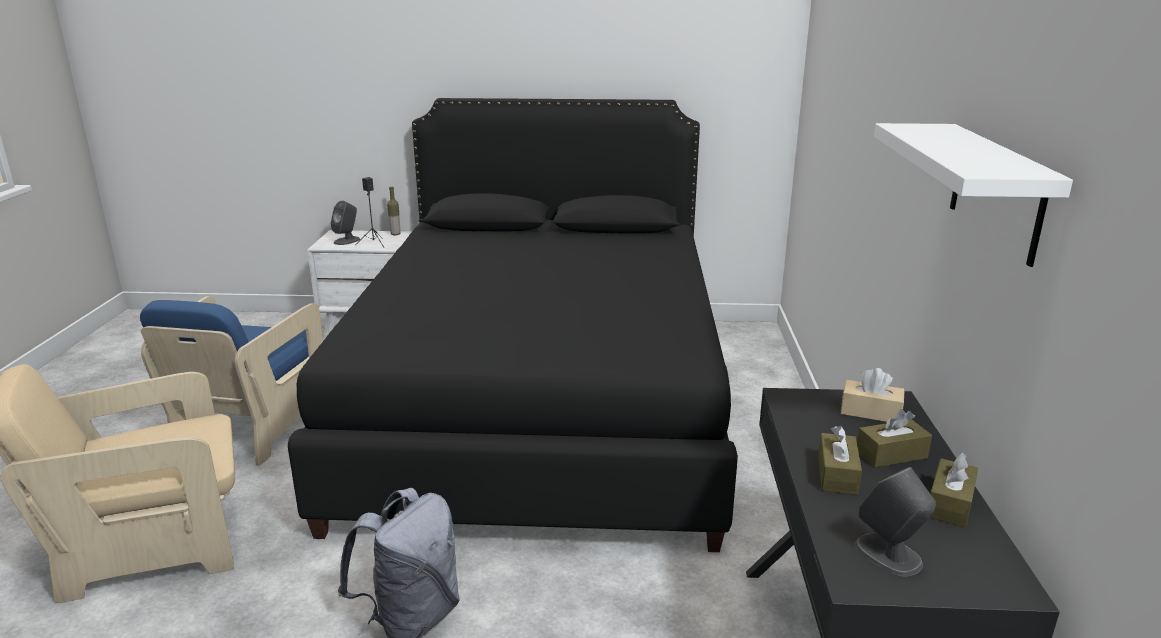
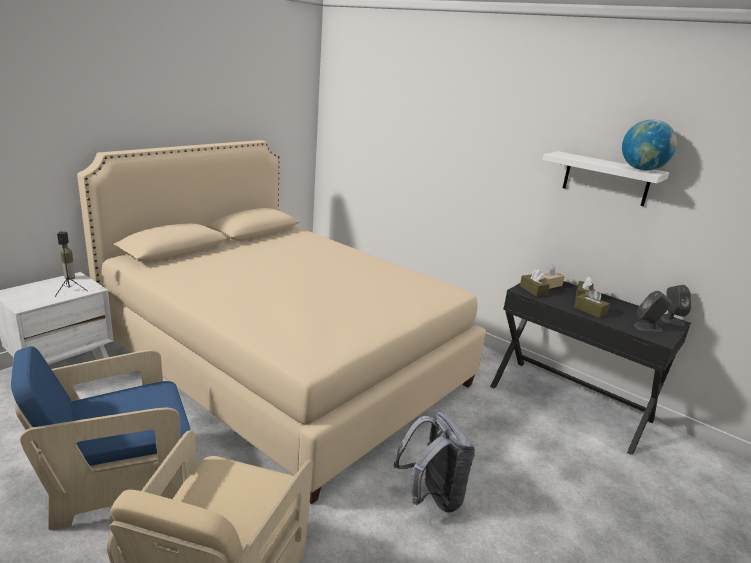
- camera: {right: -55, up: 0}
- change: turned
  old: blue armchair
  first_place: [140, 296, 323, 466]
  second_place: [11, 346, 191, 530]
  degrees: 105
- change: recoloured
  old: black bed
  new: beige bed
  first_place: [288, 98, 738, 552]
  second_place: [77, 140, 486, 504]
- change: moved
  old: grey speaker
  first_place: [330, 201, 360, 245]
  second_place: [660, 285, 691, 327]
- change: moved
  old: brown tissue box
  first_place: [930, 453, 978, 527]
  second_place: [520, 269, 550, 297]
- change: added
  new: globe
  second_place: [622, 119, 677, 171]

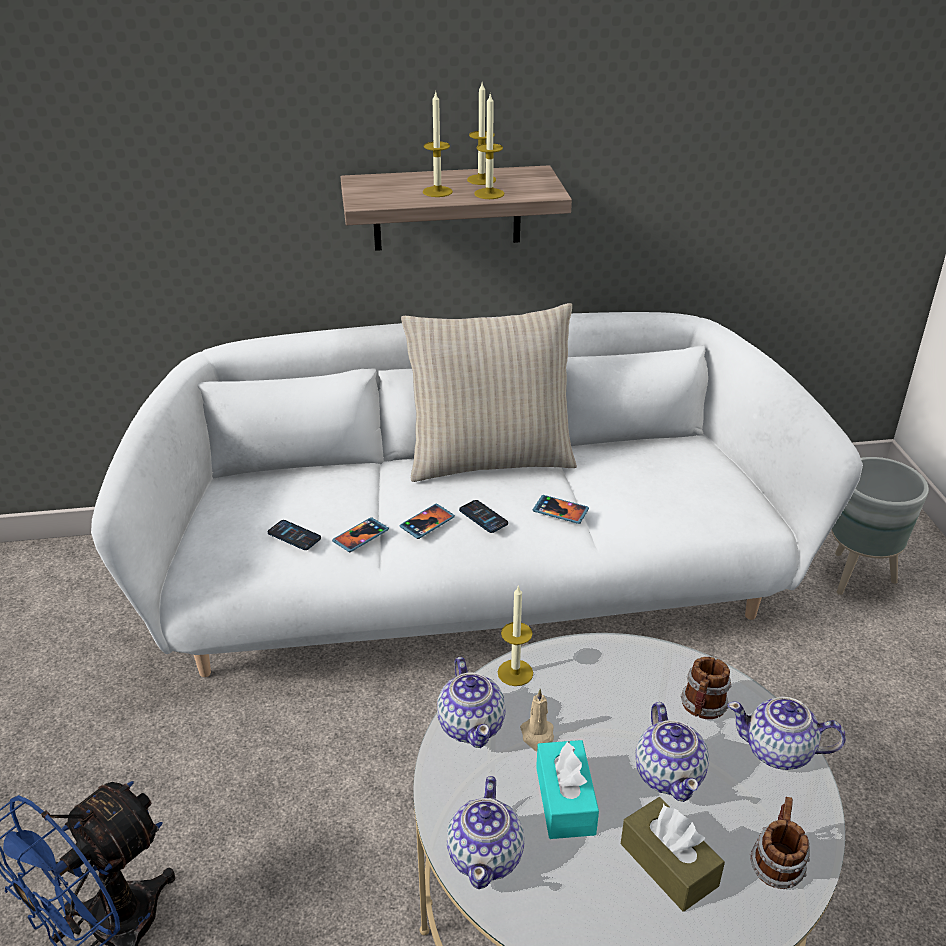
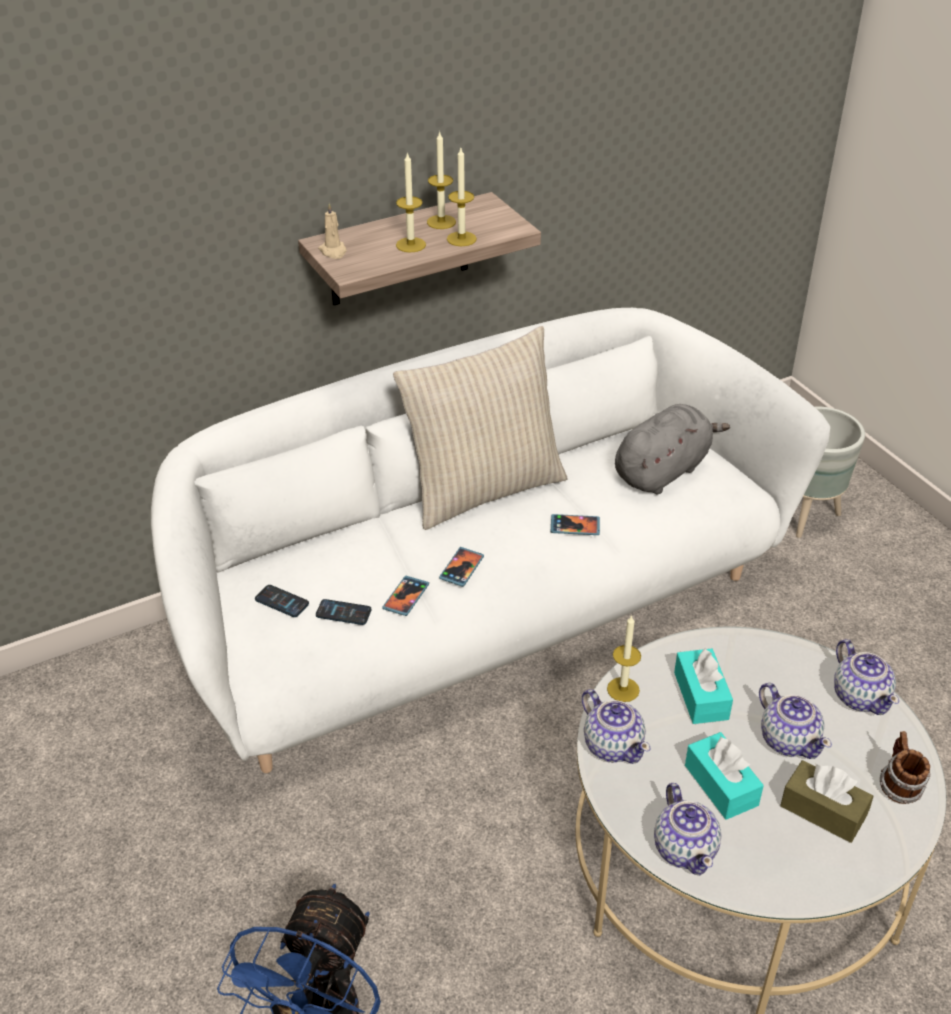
- camera: {right: -20, up: 5}
- change: moved
  old: phone
  first_place: [459, 500, 508, 533]
  second_place: [255, 585, 309, 617]
- change: moved
  old: beige candle
  first_place: [520, 689, 554, 751]
  second_place: [318, 203, 347, 259]
- change: removed
  old: mug
  first_place: [680, 657, 732, 719]
- change: turned
  old: teapot
  first_place: [727, 697, 846, 770]
  second_place: [834, 639, 899, 715]
  degrees: -105
- change: added
  new: grey plush toy
  second_place: [615, 404, 730, 494]
- change: added
  new: turquoise tissue box
  second_place: [674, 648, 733, 724]

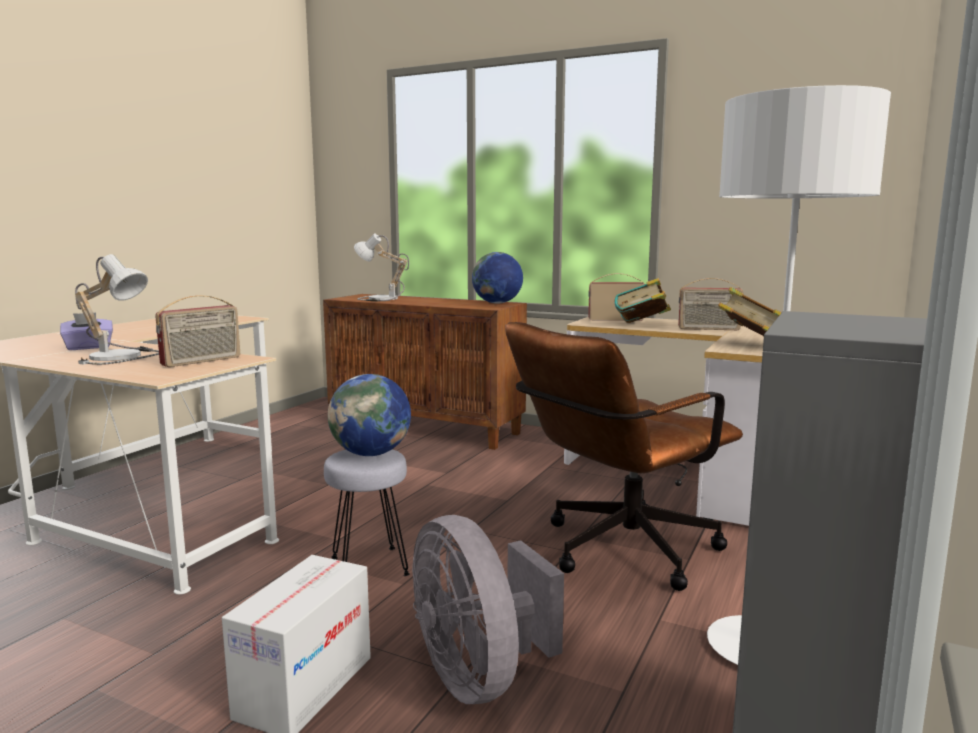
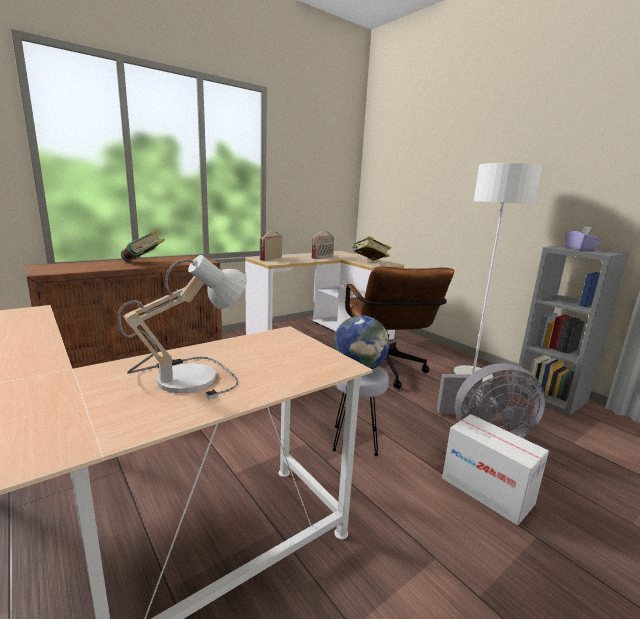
- camera: {right: -65, up: 5}
- change: moved
  old: purple tissue box
  first_place: [60, 313, 113, 350]
  second_place: [565, 226, 601, 251]
- change: removed
  old: radio
  first_place: [155, 295, 240, 367]
- change: removed
  old: table lamp
  first_place: [354, 233, 409, 301]
- change: removed
  old: globe
  first_place: [472, 252, 523, 304]
- change: moved
  old: book
  first_place: [615, 278, 671, 323]
  second_place: [121, 229, 165, 262]

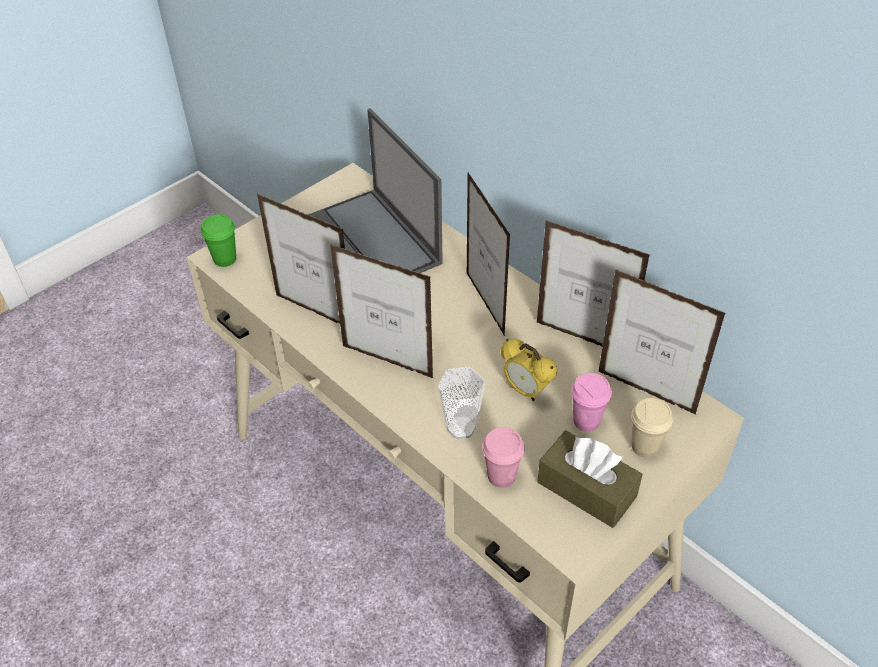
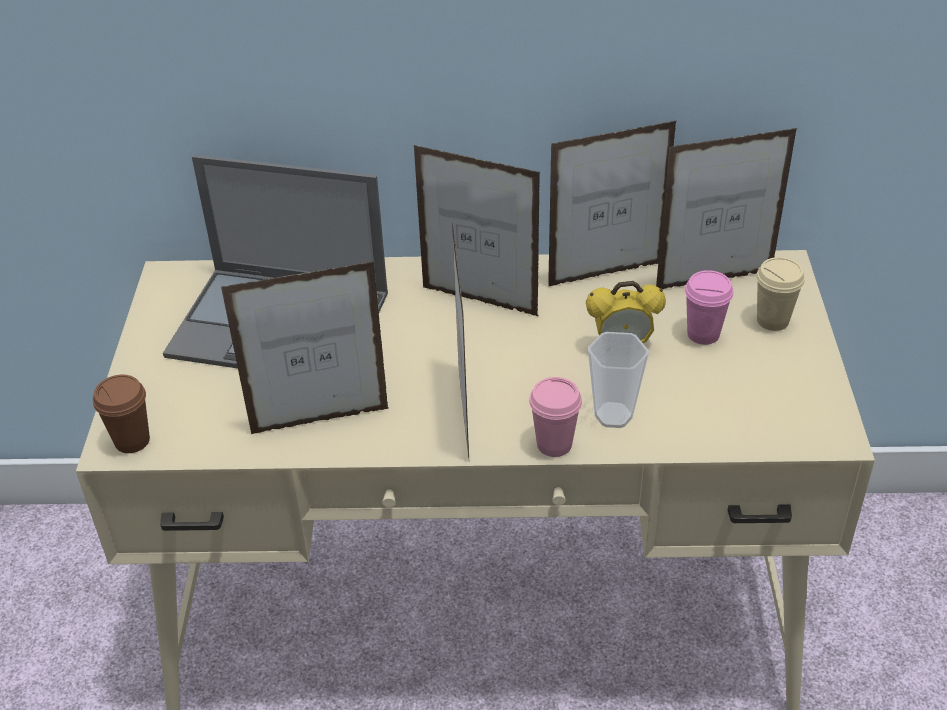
- camera: {right: -45, up: -5}
- change: recoloured
  old: green cup
  new: brown cup
  first_place: [201, 214, 236, 267]
  second_place: [93, 375, 150, 453]
- change: turned
  old: picture frame
  first_place: [330, 244, 434, 379]
  second_place: [452, 223, 469, 457]
  degrees: -75
- change: moved
  old: pink cup
  first_place: [482, 427, 525, 488]
  second_place: [529, 377, 582, 457]
- change: removed
  old: brown tissue box
  first_place: [537, 430, 643, 528]

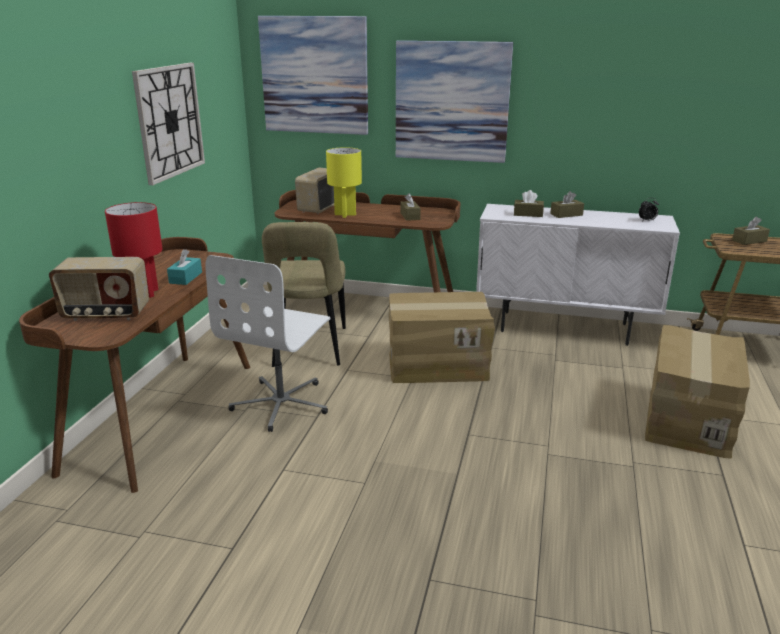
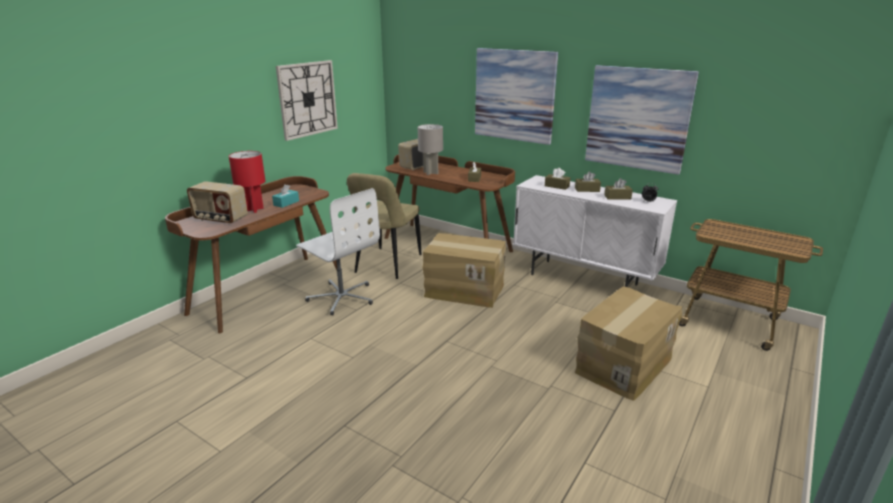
- camera: {right: 20, up: 0}
- change: turned
  old: white office chair
  first_place: [205, 255, 331, 432]
  second_place: [296, 188, 380, 315]
  degrees: -90
- change: moved
  old: picture
  first_place: [258, 16, 368, 135]
  second_place: [585, 65, 699, 175]
- change: recoloured
  old: yellow table lamp
  new: grey table lamp
  first_place: [326, 147, 362, 218]
  second_place: [418, 124, 443, 175]
- change: moved
  old: brown tissue box
  first_place: [732, 217, 770, 245]
  second_place: [604, 178, 633, 200]

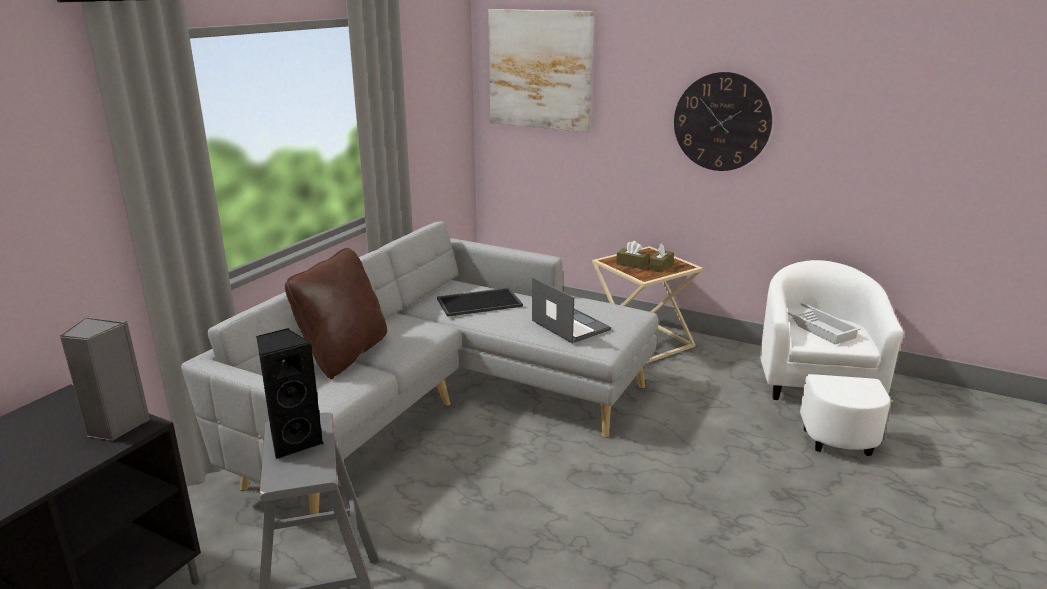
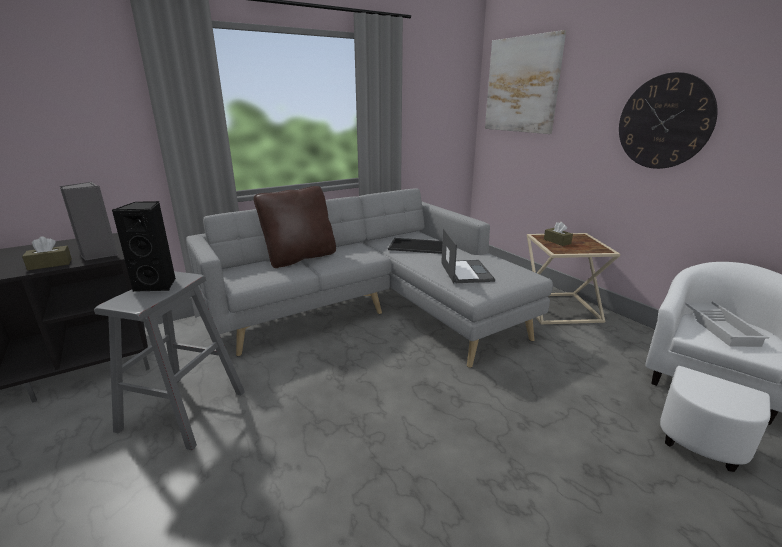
- camera: {right: 30, up: 0}
- change: moved
  old: brown tissue box
  first_place: [648, 243, 674, 272]
  second_place: [22, 236, 72, 270]

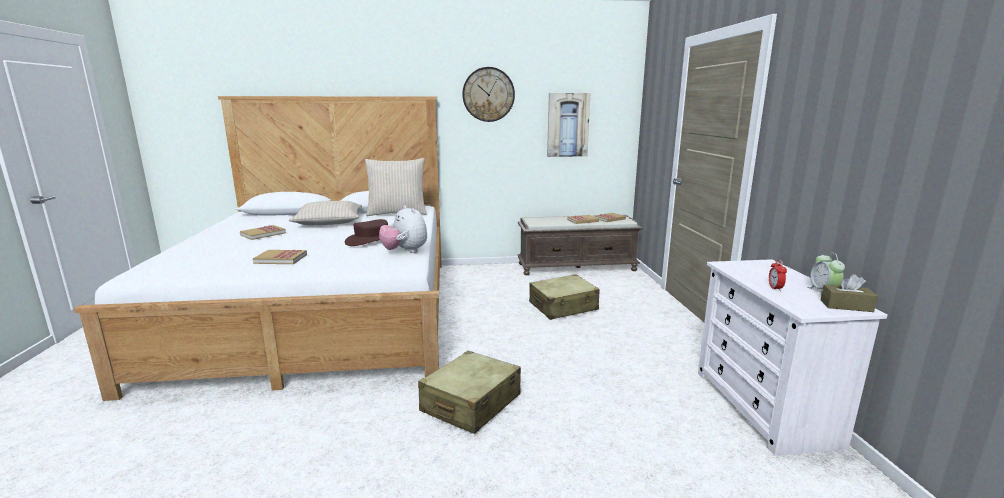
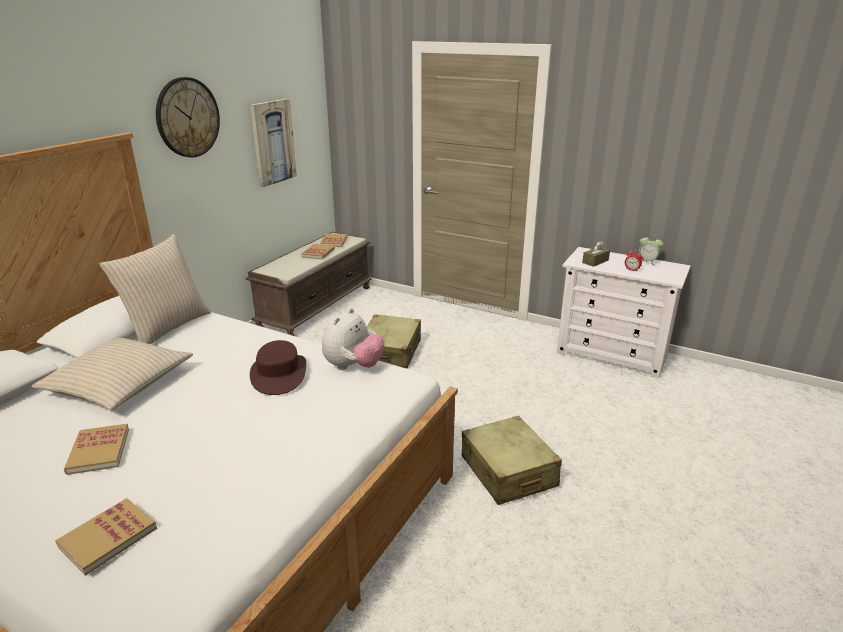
- camera: {right: -55, up: 10}
- change: moved
  old: book
  first_place: [253, 250, 307, 264]
  second_place: [55, 498, 157, 576]
- change: turned
  old: plush toy
  first_place: [379, 205, 427, 253]
  second_place: [322, 308, 384, 370]
  degrees: -60
- change: moved
  old: brown tissue box
  first_place: [821, 274, 878, 312]
  second_place: [582, 241, 610, 267]

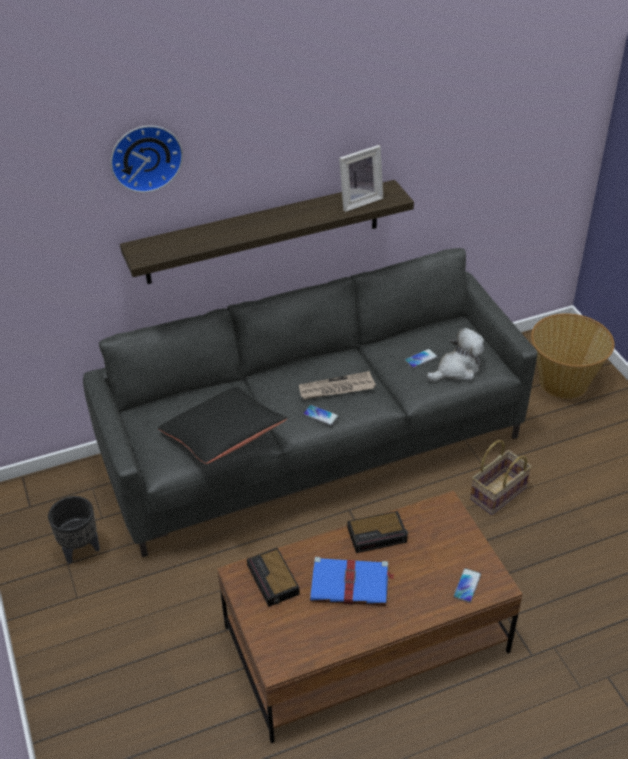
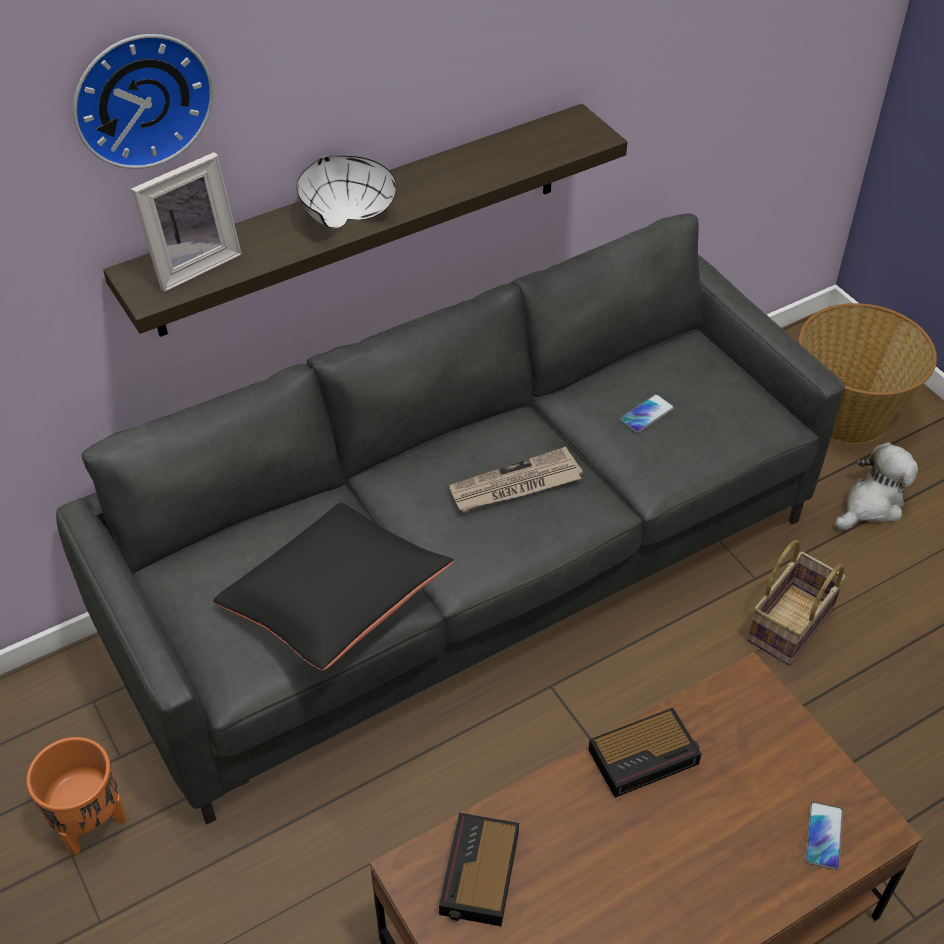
- camera: {right: -10, up: 5}
- change: recoloured
  old: black planter
  new: orange planter
  first_place: [48, 496, 100, 564]
  second_place: [26, 737, 126, 856]
- change: turned
  old: alarm clock
  first_place: [247, 548, 300, 607]
  second_place: [439, 813, 519, 927]
  degrees: 45
- change: removed
  old: phone
  first_place: [303, 405, 339, 426]
- change: removed
  old: blue book
  first_place: [310, 557, 395, 606]
- change: moved
  old: picture frame
  first_place: [339, 145, 383, 212]
  second_place: [131, 152, 242, 292]
- change: moved
  old: plush toy
  first_place: [427, 328, 484, 382]
  second_place: [835, 443, 918, 530]
- change: added
  new: white bowl
  second_place: [297, 156, 396, 229]

